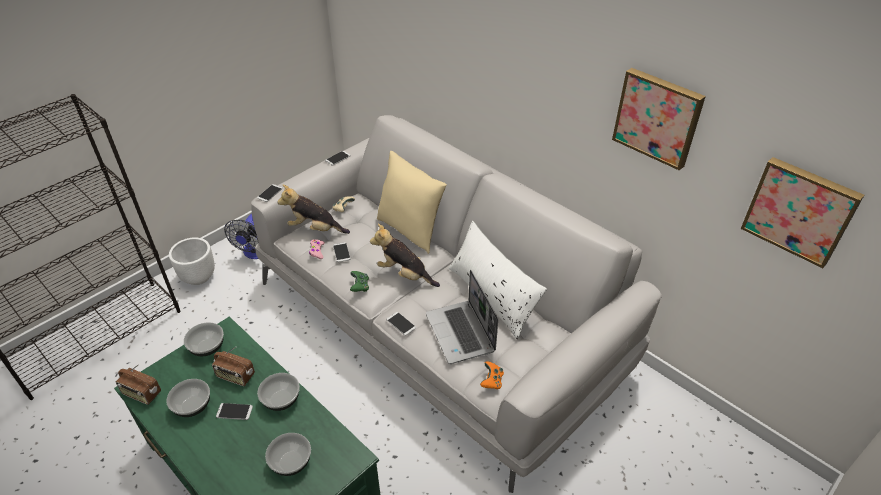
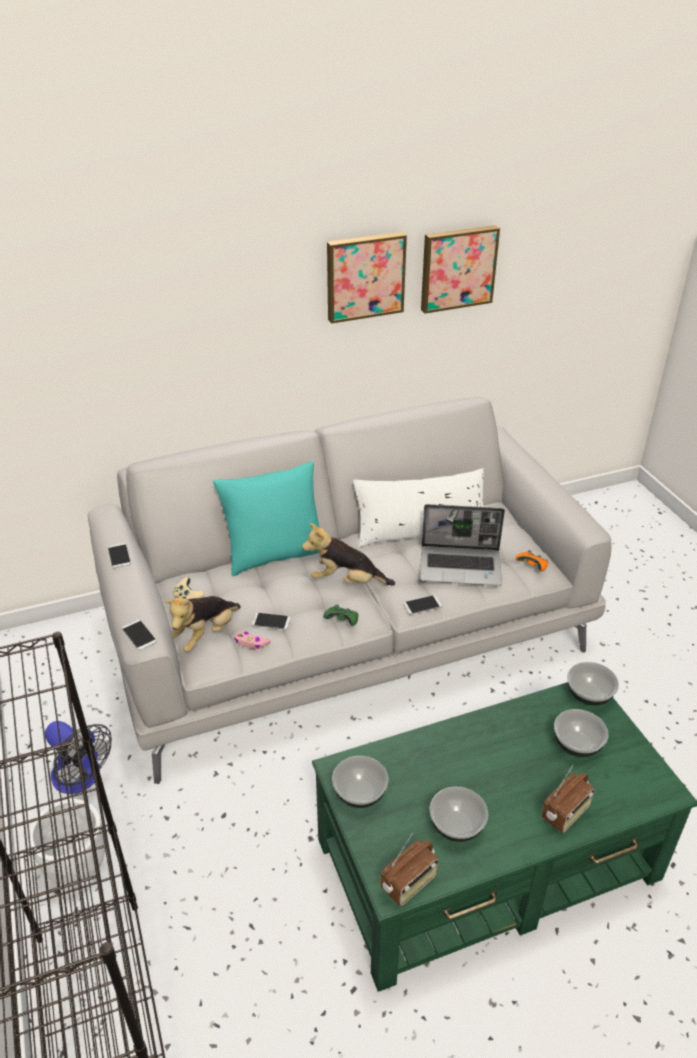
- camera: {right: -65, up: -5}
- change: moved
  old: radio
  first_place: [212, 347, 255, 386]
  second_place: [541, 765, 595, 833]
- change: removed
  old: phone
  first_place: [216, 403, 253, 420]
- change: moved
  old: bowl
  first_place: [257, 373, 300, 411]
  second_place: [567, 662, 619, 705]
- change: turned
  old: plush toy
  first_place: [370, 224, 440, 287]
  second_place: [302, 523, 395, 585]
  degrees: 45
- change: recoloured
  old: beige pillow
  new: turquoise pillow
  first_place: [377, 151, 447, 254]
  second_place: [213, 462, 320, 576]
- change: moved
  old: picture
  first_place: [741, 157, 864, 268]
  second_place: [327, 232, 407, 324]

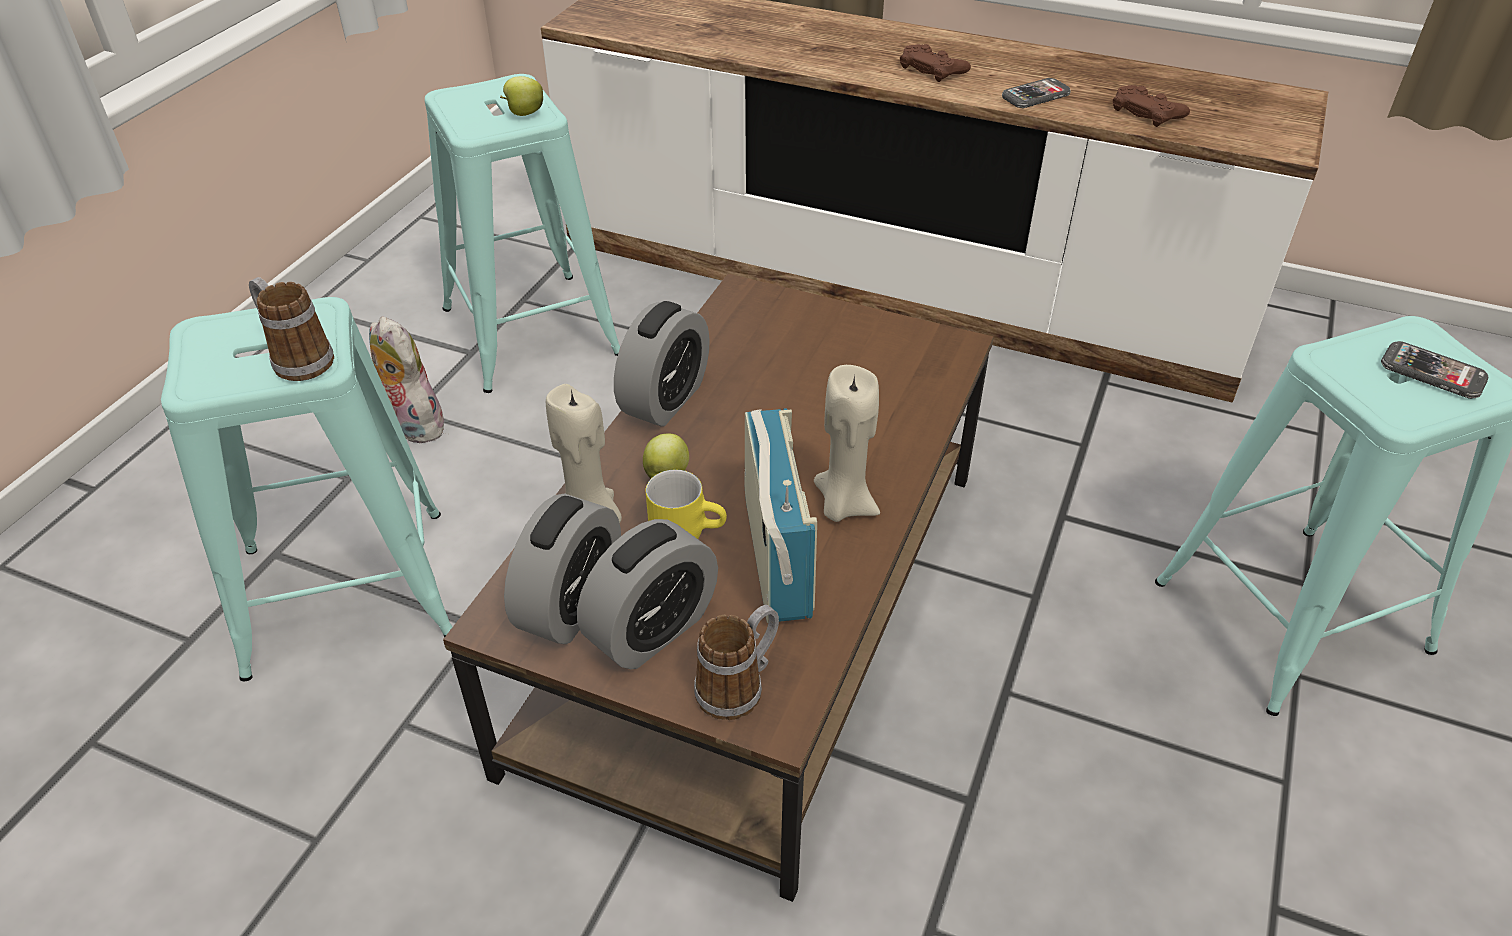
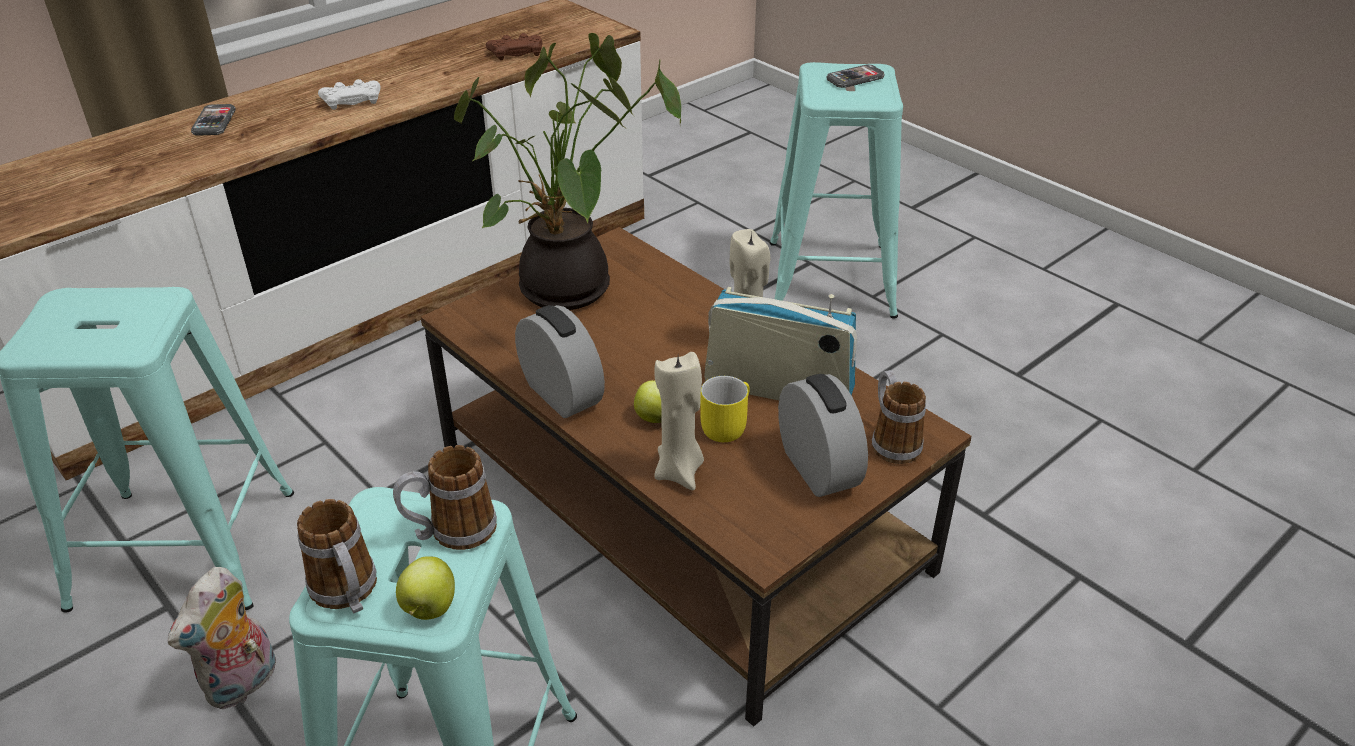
- camera: {right: -65, up: -5}
- change: turned
  old: plush toy
  first_place: [369, 317, 444, 443]
  second_place: [168, 567, 276, 709]
  degrees: -45
- change: moved
  old: apple
  first_place: [500, 76, 543, 116]
  second_place: [396, 556, 455, 620]
- change: removed
  old: alarm clock
  first_place: [504, 494, 621, 644]
- change: recoloured
  old: brown game controller
  new: white game controller
  first_place: [900, 44, 971, 82]
  second_place: [318, 79, 381, 110]
- change: moved
  old: phone
  first_place: [1002, 78, 1070, 108]
  second_place: [191, 104, 236, 136]
- change: added
  new: mug
  second_place: [297, 499, 377, 613]
- change: added
  new: potted plant
  second_place: [454, 33, 681, 310]

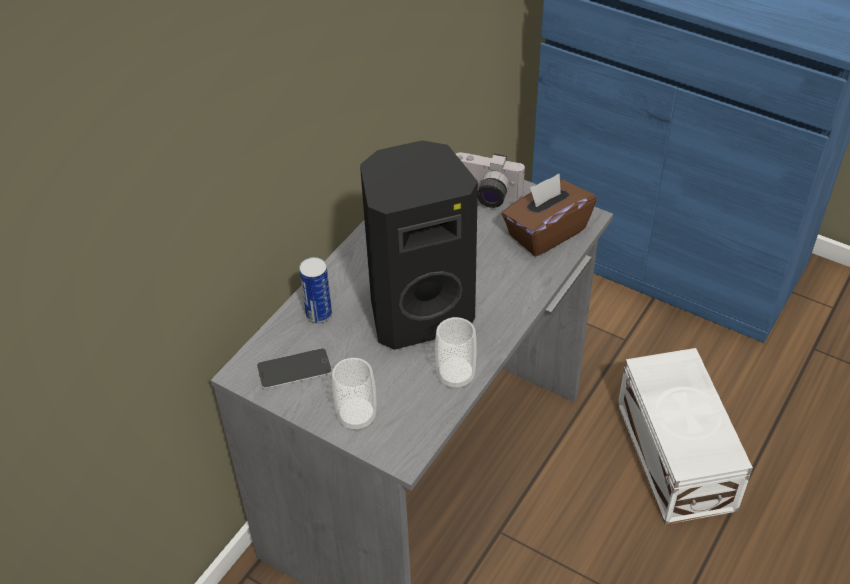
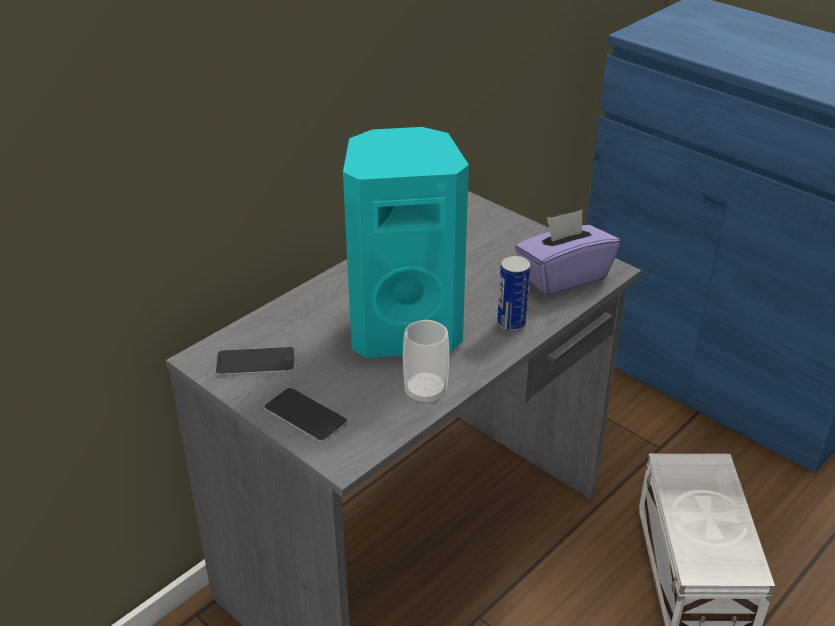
- camera: {right: 10, up: -10}
- change: moved
  old: can
  first_place: [299, 257, 332, 324]
  second_place: [497, 255, 531, 333]
- change: replaced
  old: cup
  new: phone
  first_place: [332, 358, 376, 431]
  second_place: [264, 388, 348, 443]
- change: recoloured
  old: black speaker
  new: turquoise speaker
  first_place: [360, 140, 478, 350]
  second_place: [343, 127, 469, 358]
- change: removed
  old: photo camera
  first_place: [456, 152, 525, 208]
- change: recoloured
  old: brown tissue box
  new: purple tissue box
  first_place: [502, 174, 597, 256]
  second_place: [515, 210, 620, 296]

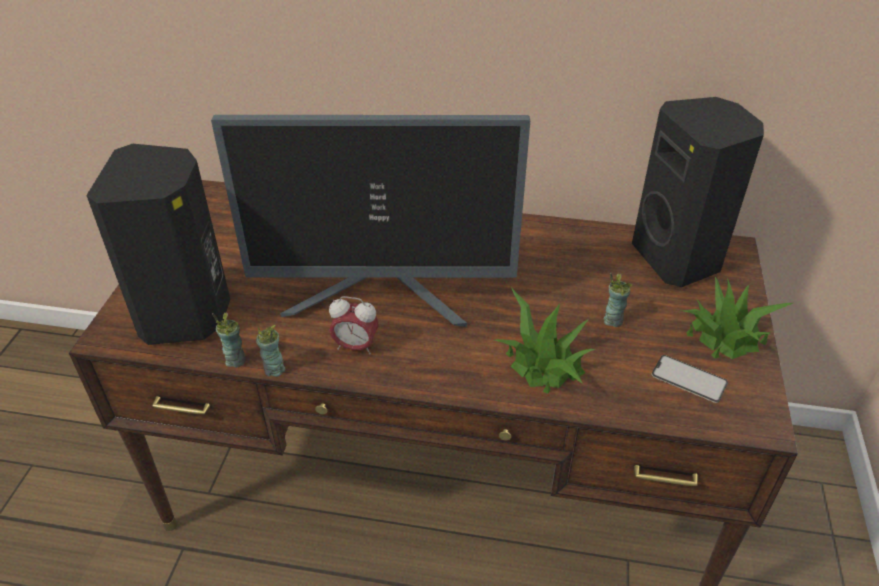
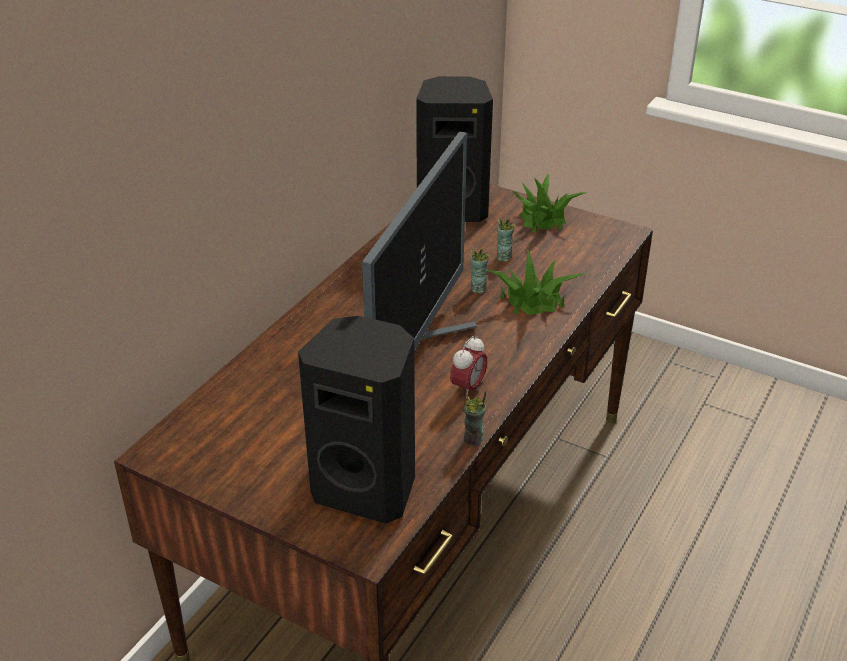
- camera: {right: -70, up: -5}
- change: moved
  old: cup
  first_place: [212, 312, 246, 368]
  second_place: [470, 249, 490, 293]
- change: removed
  old: phone
  first_place: [652, 355, 728, 403]

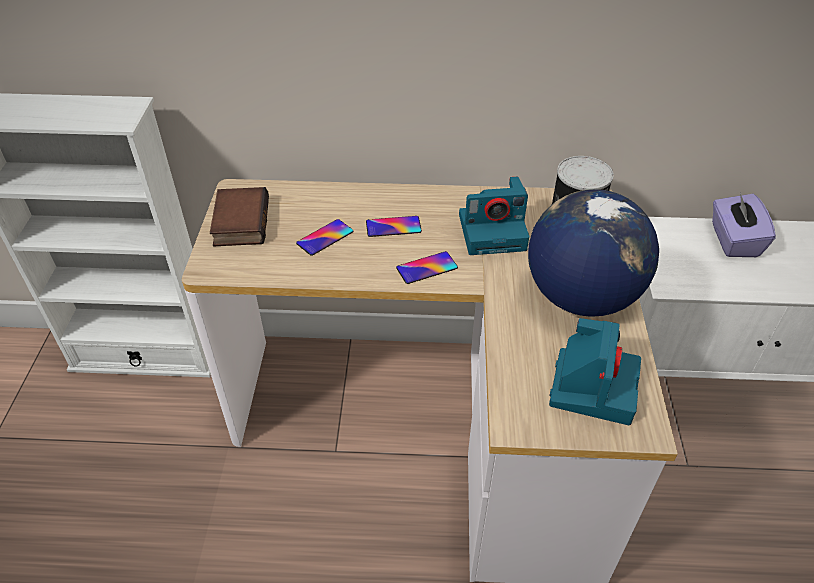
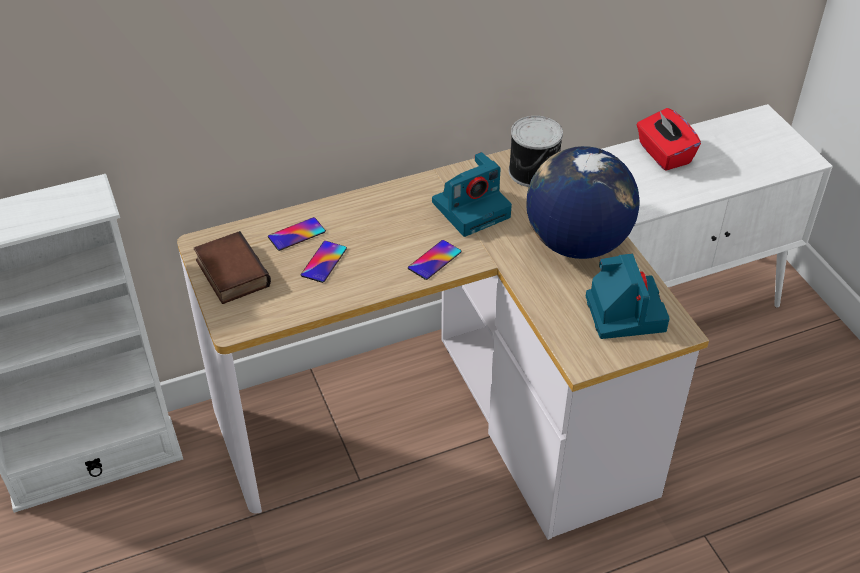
- camera: {right: -25, up: 0}
- change: moved
  old: phone
  first_place: [366, 216, 422, 237]
  second_place: [268, 217, 326, 251]
- change: recoloured
  old: purple tissue box
  new: red tissue box
  first_place: [712, 192, 776, 257]
  second_place: [637, 108, 701, 170]

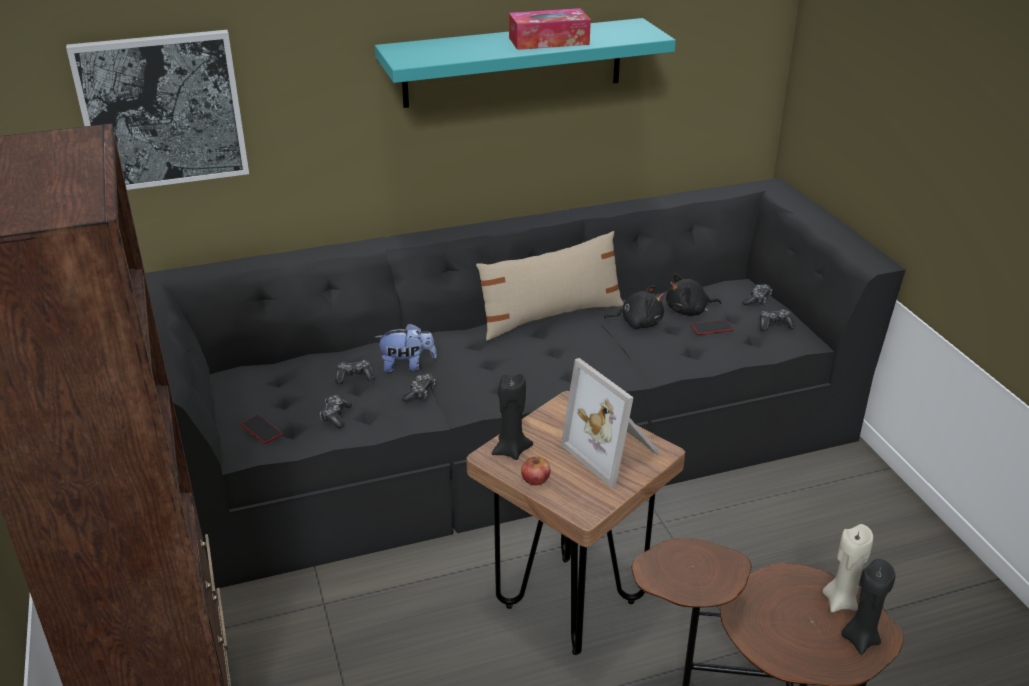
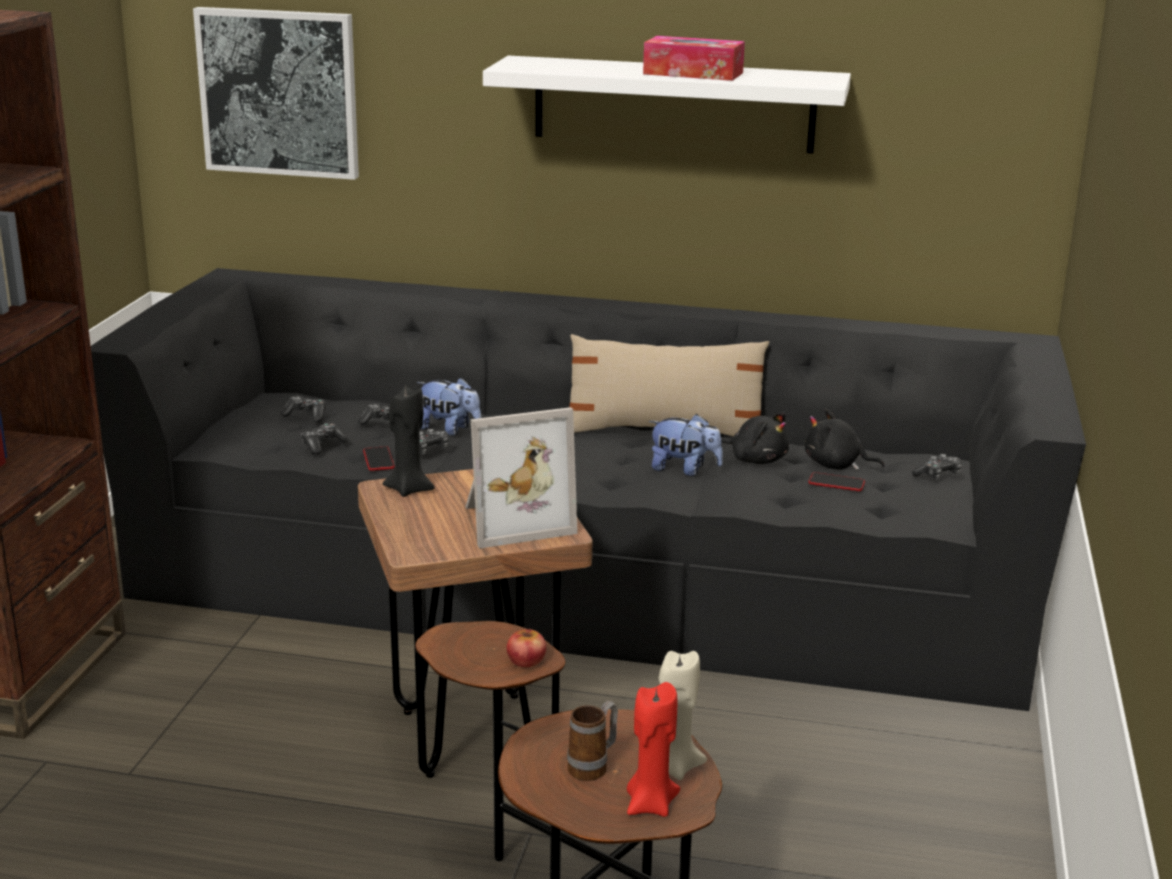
- camera: {right: 30, up: -10}
- change: moved
  old: phone
  first_place: [241, 415, 283, 444]
  second_place: [363, 446, 395, 471]
- change: recoloured
  old: turquoise shelf
  new: white shelf
  first_place: [375, 18, 676, 108]
  second_place: [483, 56, 851, 154]
- change: moved
  old: apple
  first_place: [521, 457, 550, 486]
  second_place: [507, 628, 546, 667]
- change: turned
  old: picture frame
  first_place: [561, 358, 662, 488]
  second_place: [465, 407, 578, 549]
  degrees: -105
- change: moved
  old: game controller
  first_place: [760, 310, 796, 331]
  second_place: [281, 396, 326, 422]
- change: recoloured
  old: black candle
  new: red candle
  first_place: [841, 559, 895, 655]
  second_place: [627, 682, 680, 817]
- change: added
  new: mug
  second_place: [567, 701, 618, 781]
- change: added
  new: plush toy
  second_place: [649, 414, 723, 476]

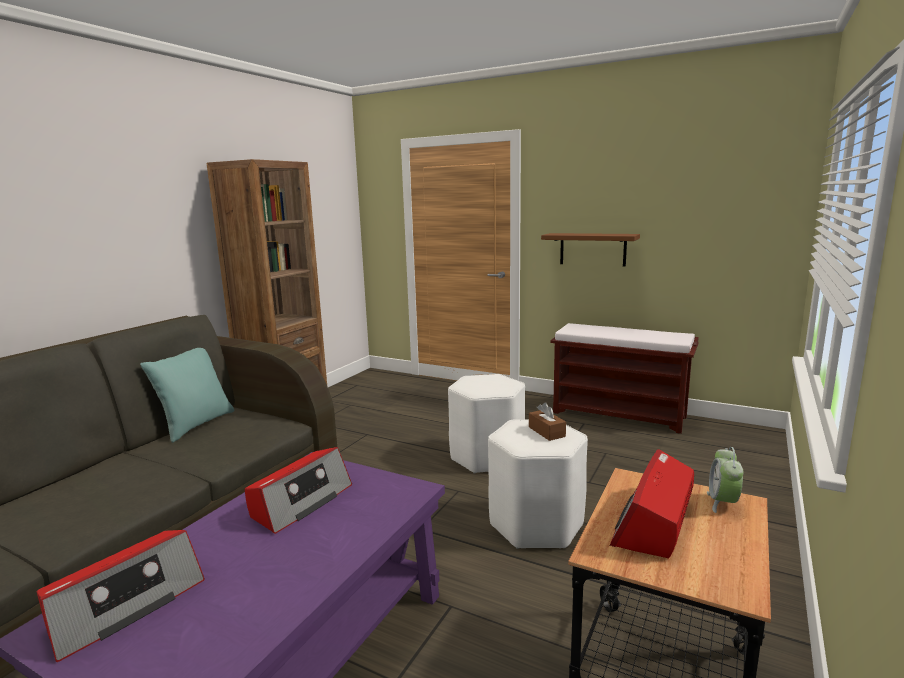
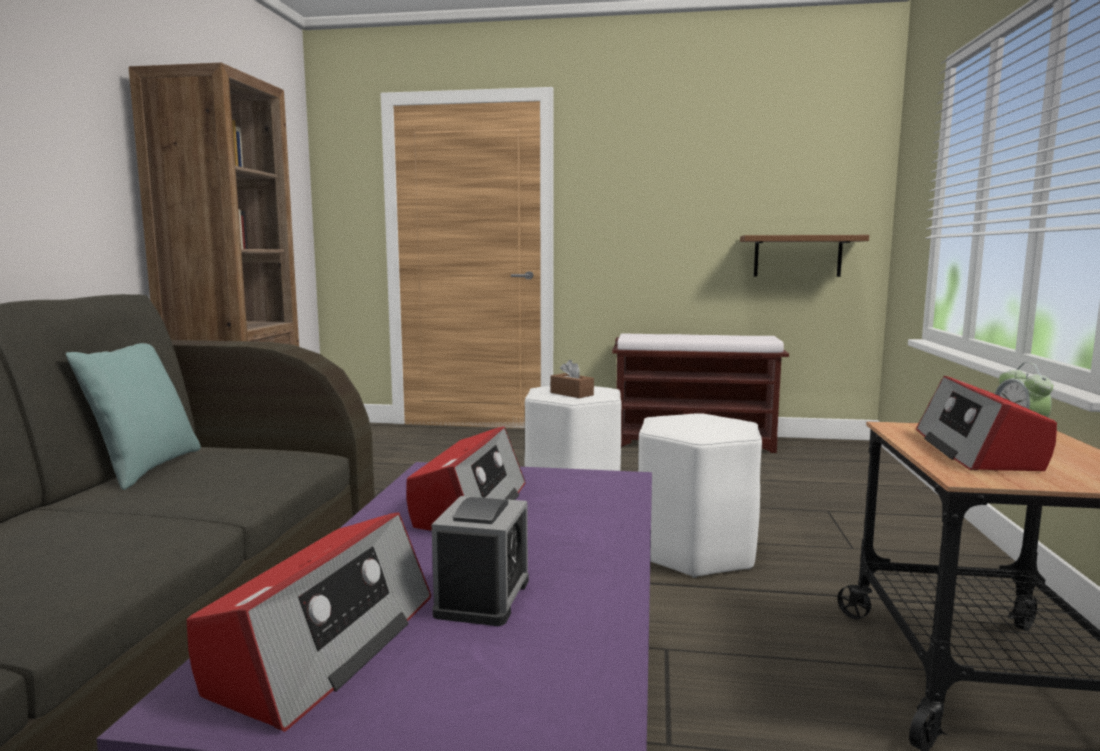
- camera: {right: -20, up: -5}
- change: moved
  old: brown tissue box
  first_place: [529, 402, 566, 441]
  second_place: [550, 360, 594, 398]
- change: moved
  old: brown shelf
  first_place: [541, 233, 640, 267]
  second_place: [740, 235, 869, 277]
- change: added
  new: alarm clock
  second_place: [432, 496, 529, 626]

